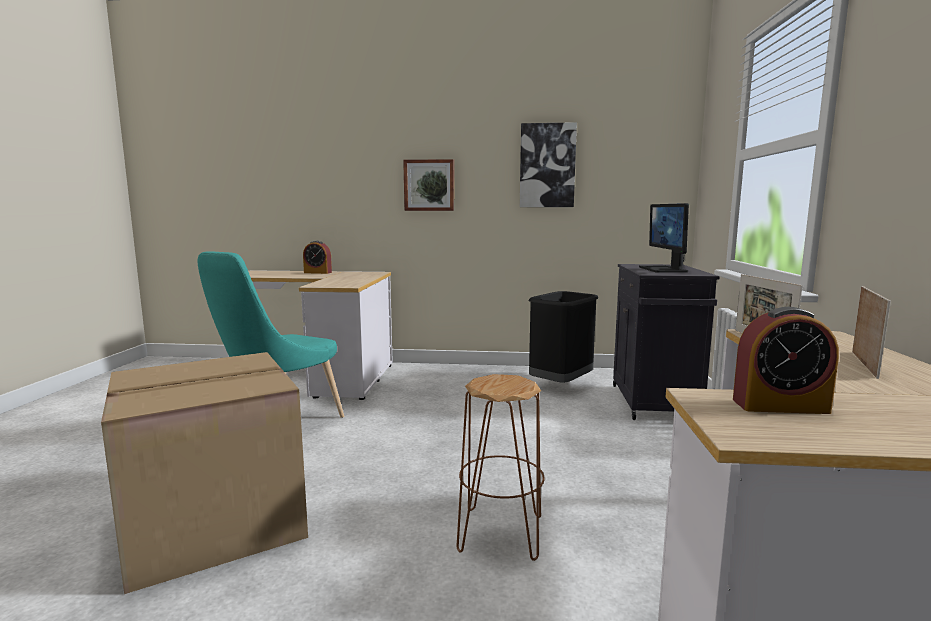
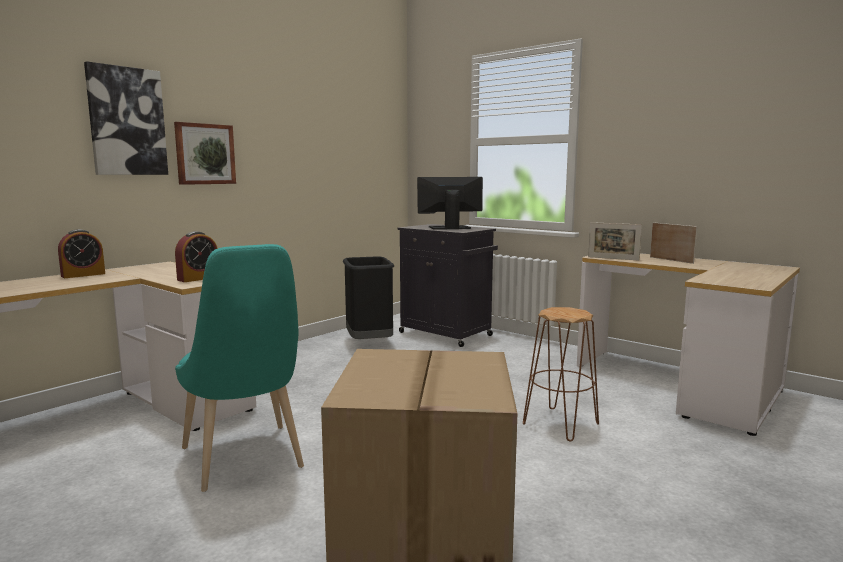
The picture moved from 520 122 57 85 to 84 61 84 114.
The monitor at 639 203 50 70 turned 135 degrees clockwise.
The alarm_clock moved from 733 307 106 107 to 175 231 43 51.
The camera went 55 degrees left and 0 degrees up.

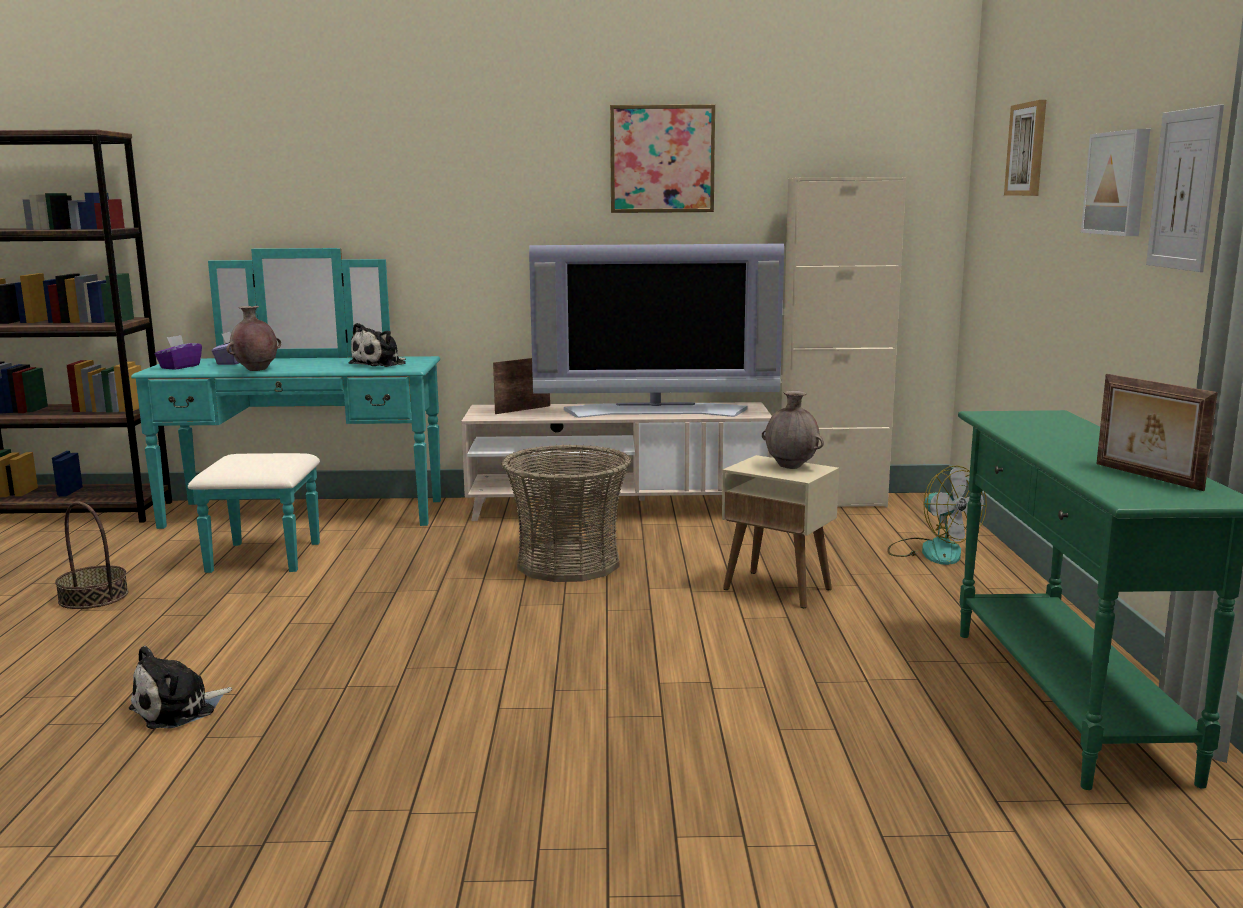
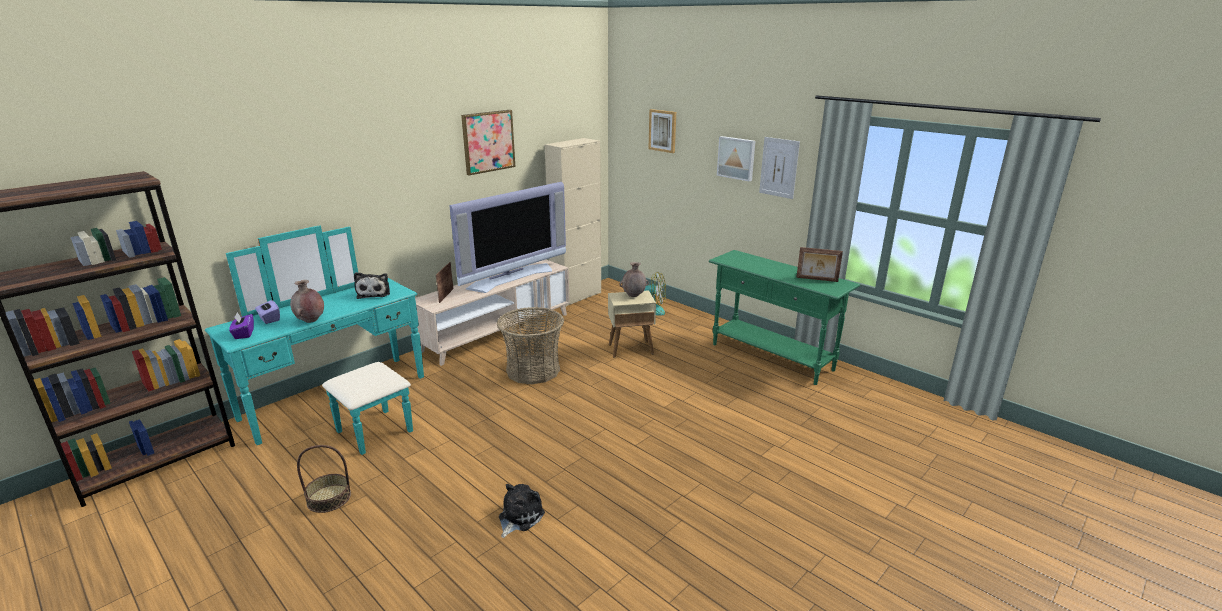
The plush_toy at 129 646 103 83 turned 150 degrees counterclockwise.
The camera went 45 degrees left and 10 degrees up.

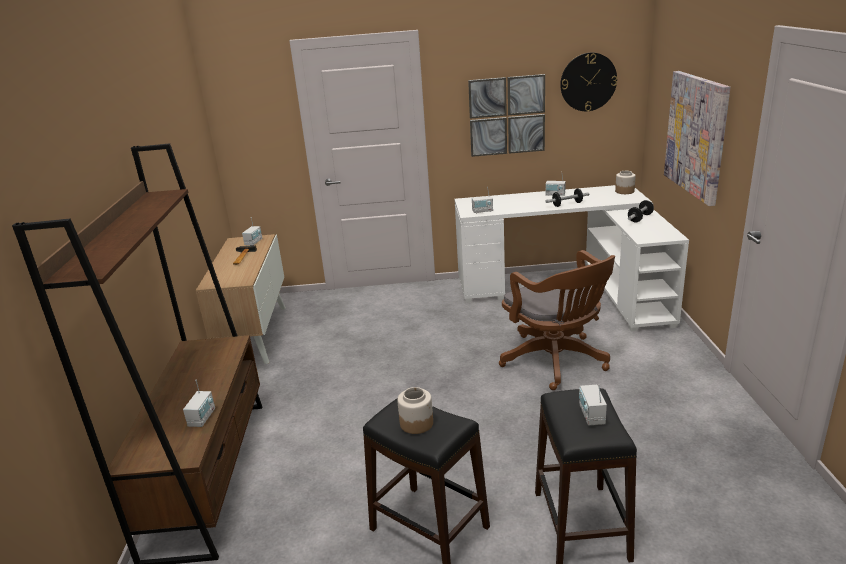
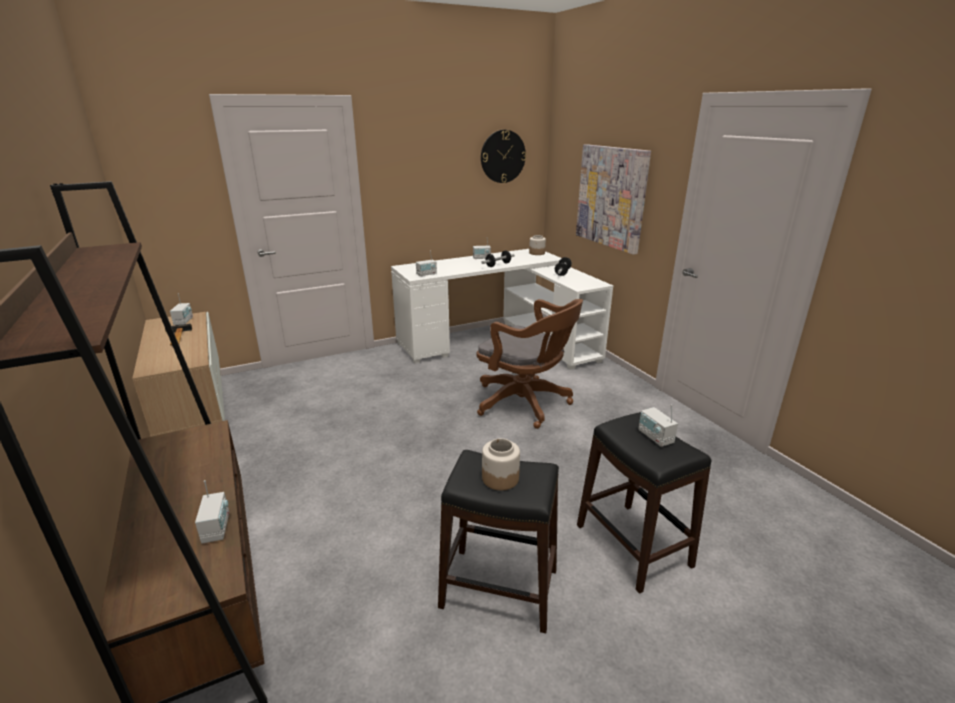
The picture at 468 74 77 83 disappeared.
The camera went 25 degrees left and 0 degrees up.

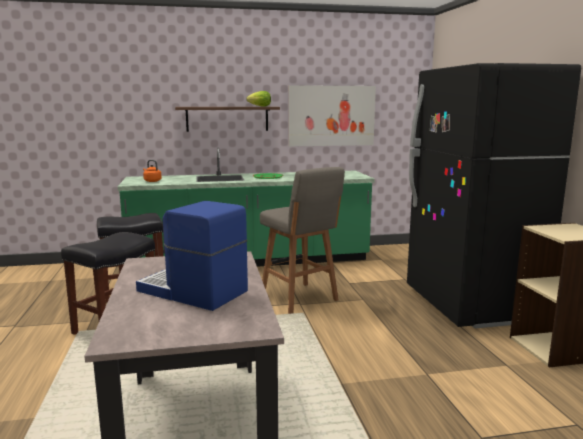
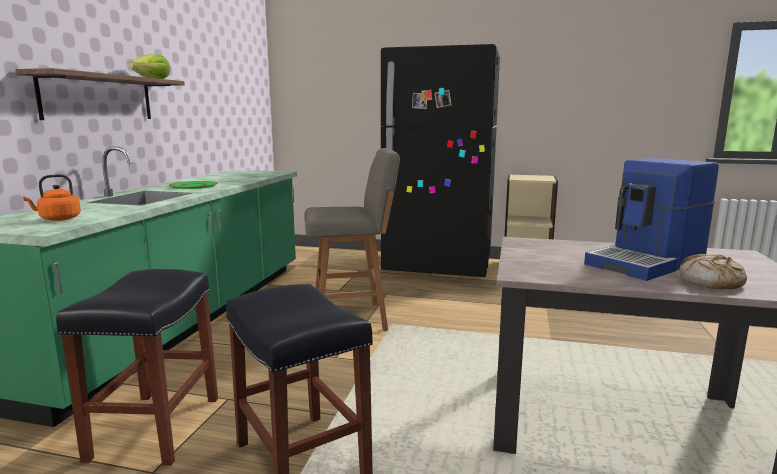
The picture at 289 85 87 62 disappeared.
The bread at 679 254 68 35 appeared.
The camera went 65 degrees left and 0 degrees up.

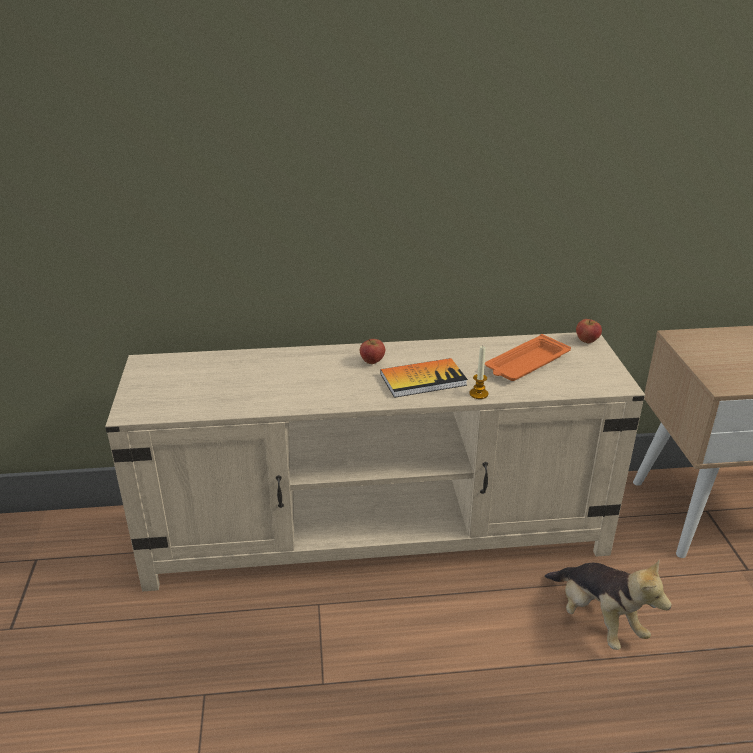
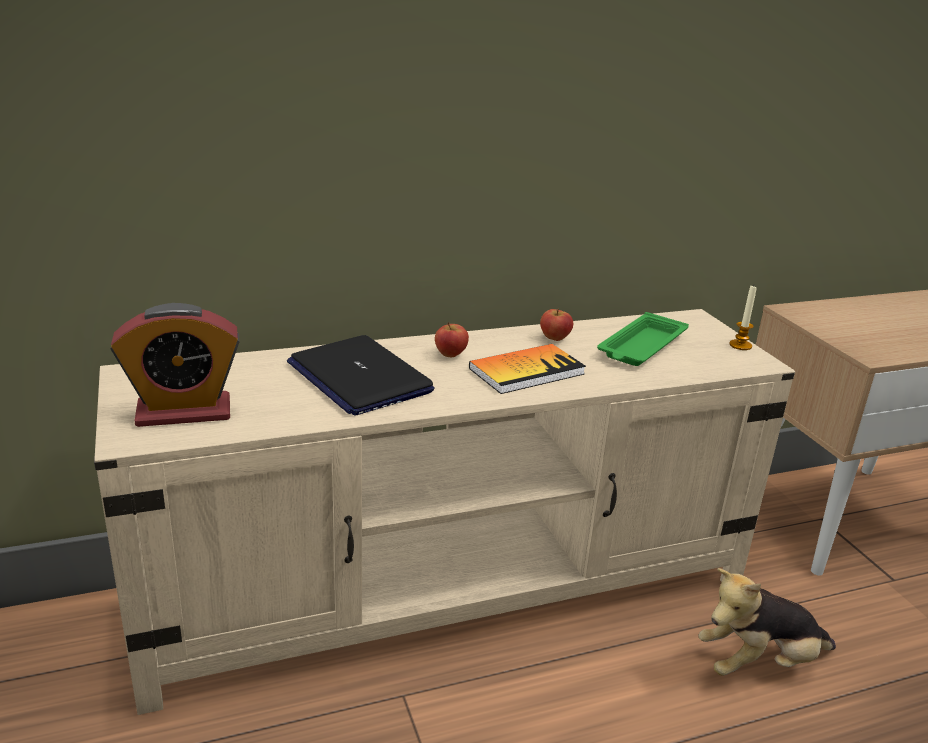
The candle moved from 470 346 18 53 to 729 285 28 65.
The orange_tray at 485 334 86 47 became the green_tray at 597 312 92 54.
The plush_toy at 544 560 128 90 turned 120 degrees clockwise.
The apple moved from 576 319 26 24 to 540 309 33 32.
The alarm_clock at 111 303 128 124 appeared.
The laptop at 287 335 148 81 appeared.
The camera went 15 degrees left and 5 degrees down.

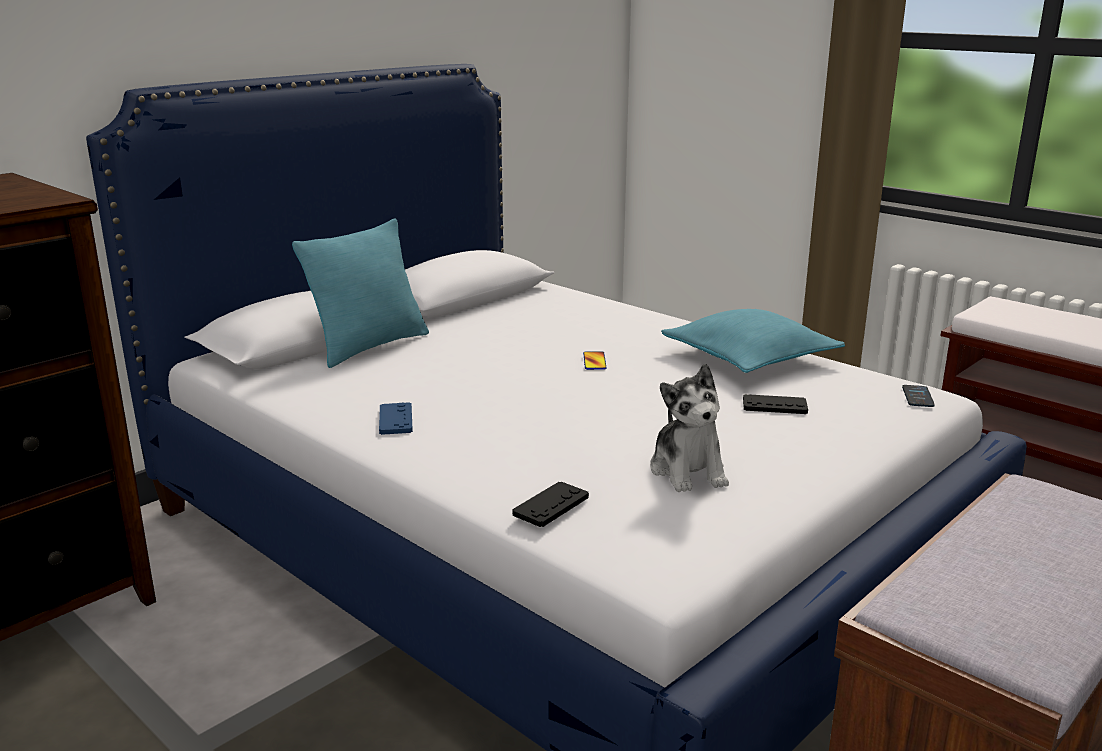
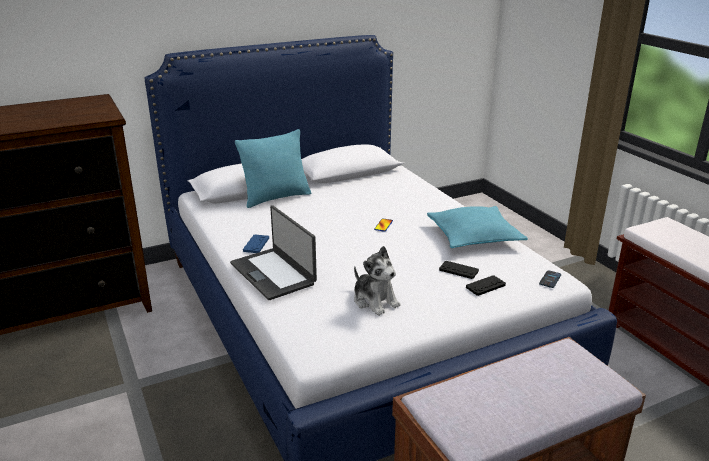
The black_game_controller moved from 512 482 77 45 to 466 275 40 21.
The plush_toy at 650 364 79 128 turned 45 degrees counterclockwise.
The laptop at 230 205 87 95 appeared.
The camera went 20 degrees right and 5 degrees up.

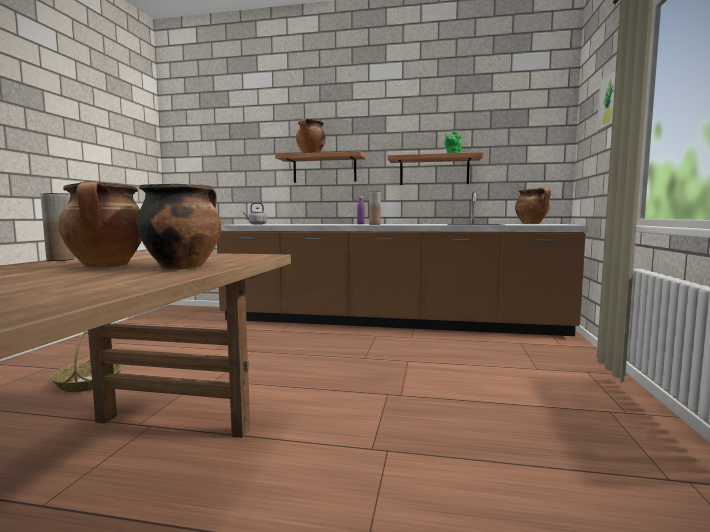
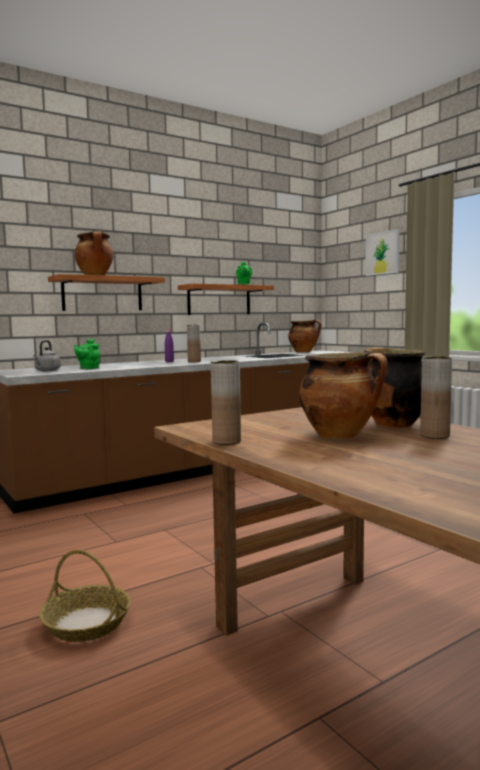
The green_teapot at 74 339 26 30 appeared.
The brown_vase at 420 356 32 83 appeared.
The camera went 45 degrees left and 0 degrees up.

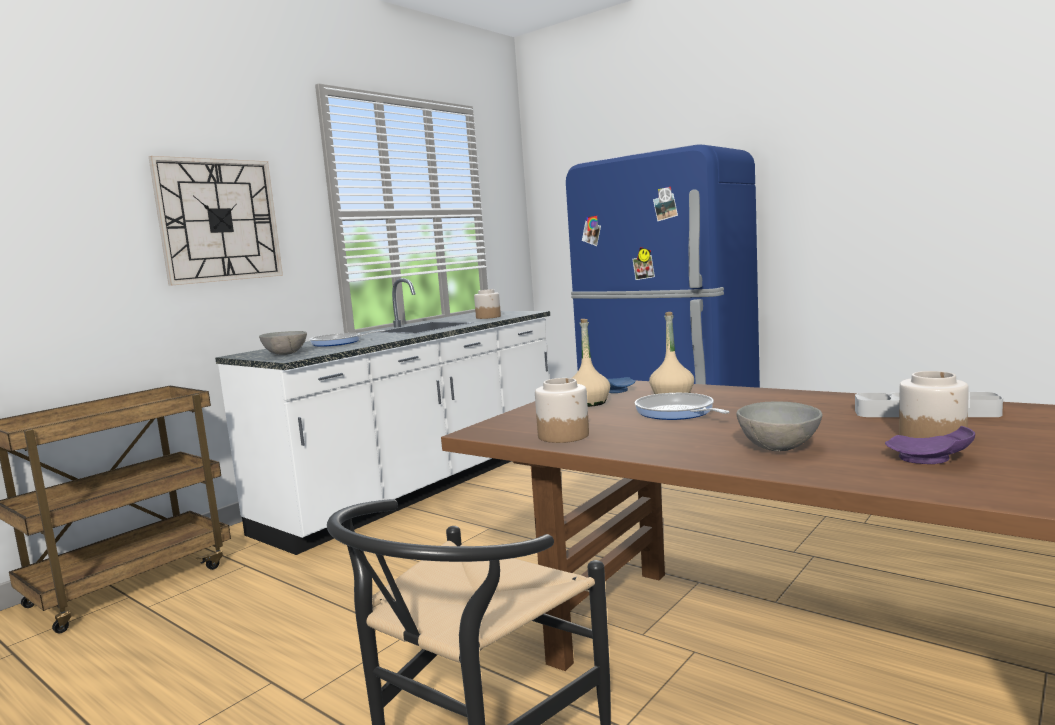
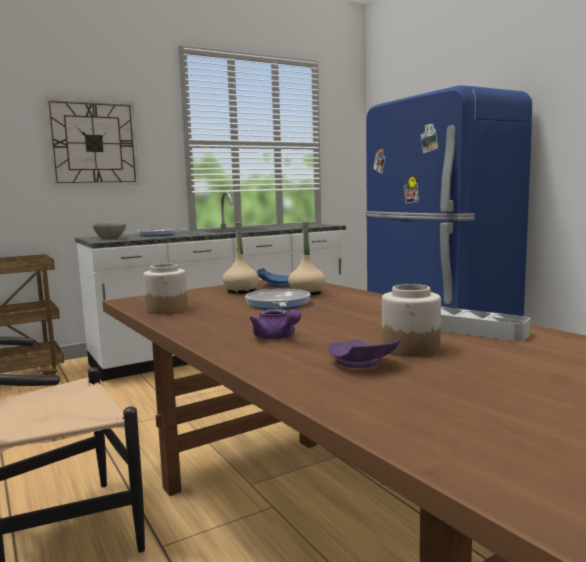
The jar at 474 289 27 30 disappeared.
The grey_bowl at 736 401 86 50 was replaced by the purple_teapot at 250 309 51 31.
The camera went 20 degrees right and 0 degrees up.

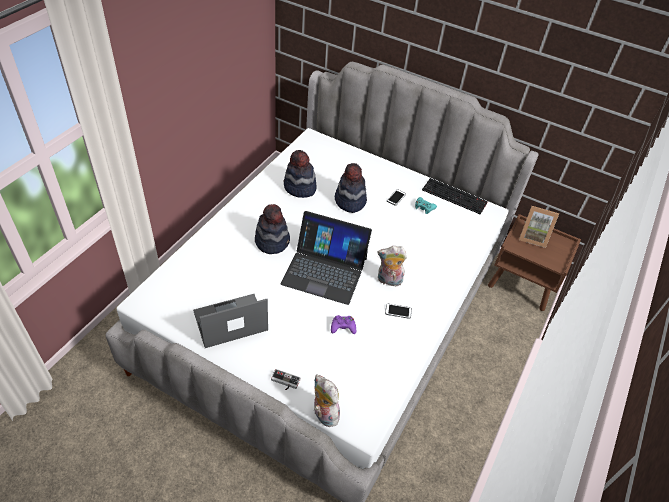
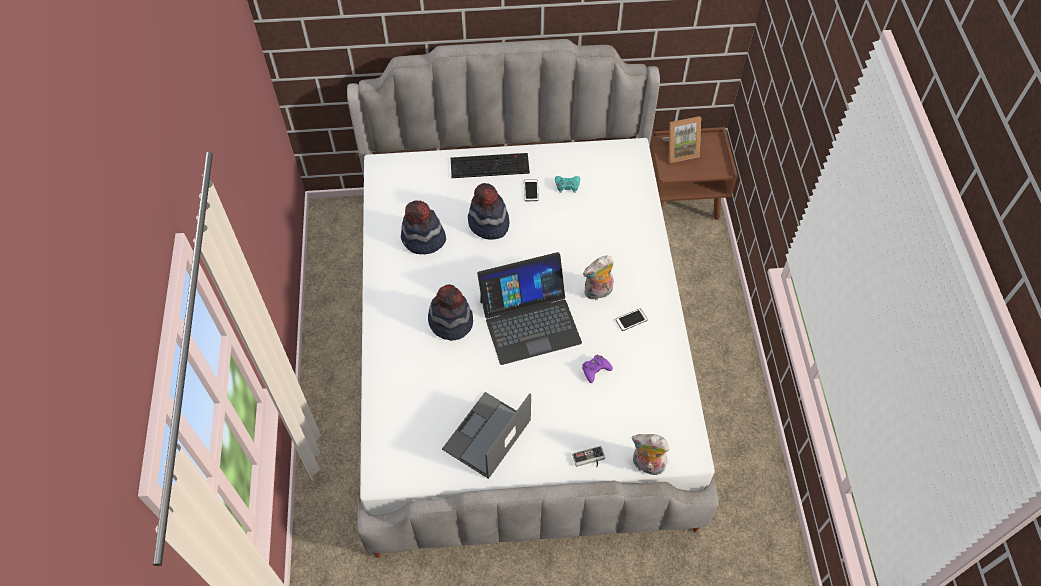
The keyboard moved from 422 178 66 36 to 451 153 79 25.
The camera went 30 degrees left and 10 degrees up.

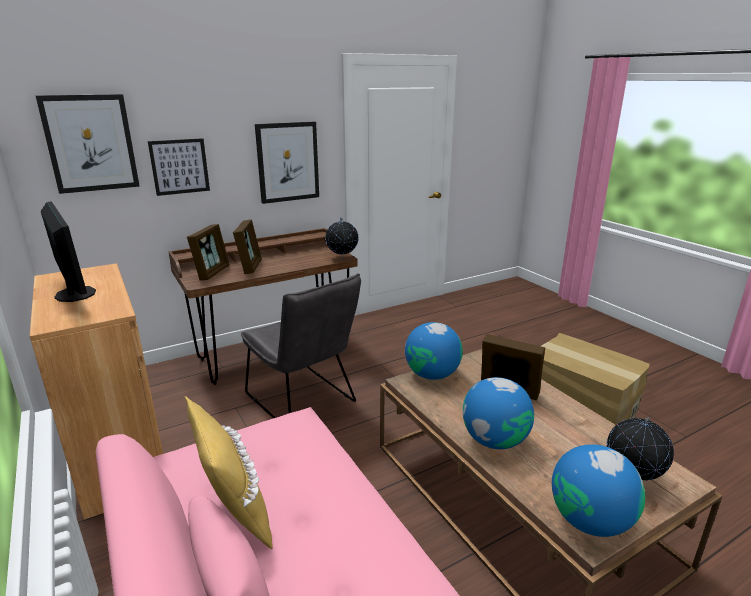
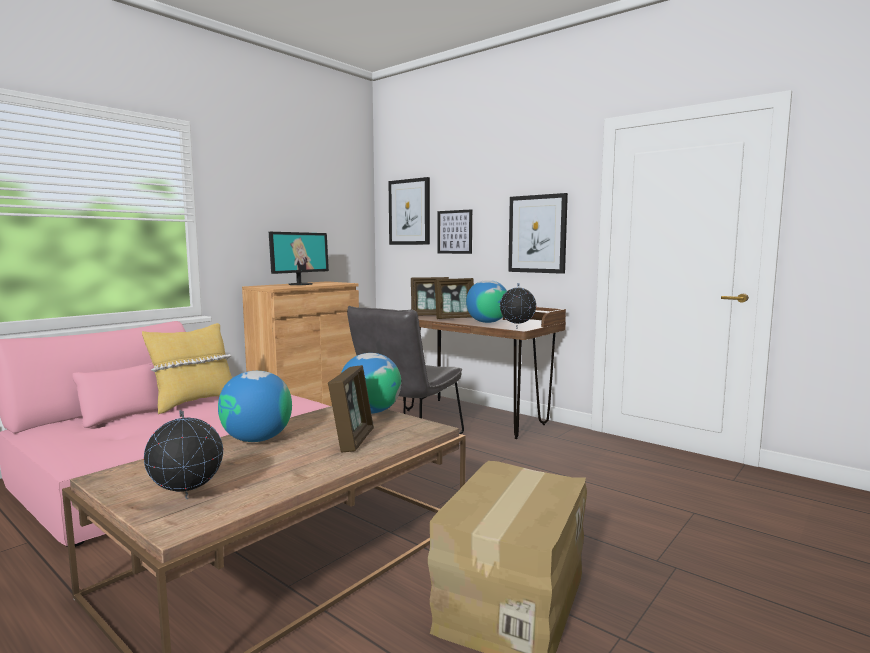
The globe moved from 552 444 93 93 to 466 280 41 43.
The camera went 70 degrees right and 15 degrees down.

